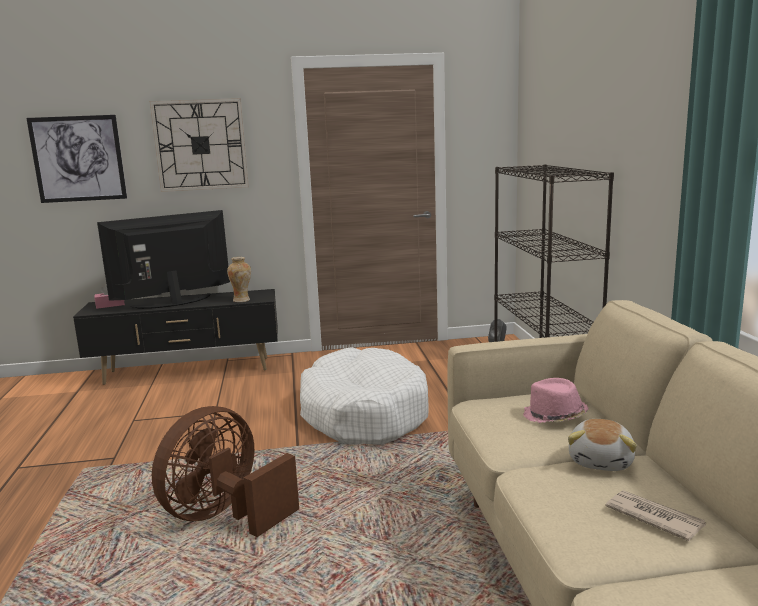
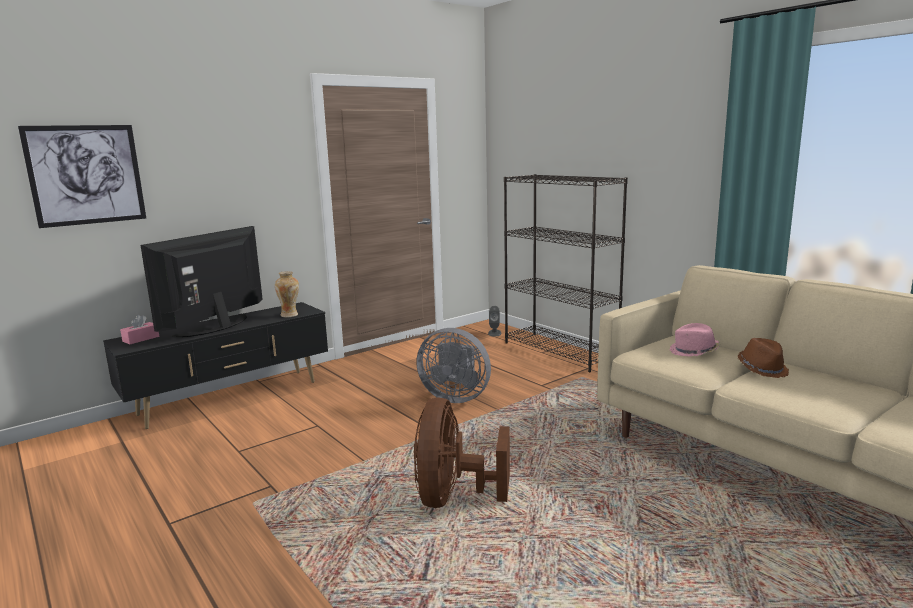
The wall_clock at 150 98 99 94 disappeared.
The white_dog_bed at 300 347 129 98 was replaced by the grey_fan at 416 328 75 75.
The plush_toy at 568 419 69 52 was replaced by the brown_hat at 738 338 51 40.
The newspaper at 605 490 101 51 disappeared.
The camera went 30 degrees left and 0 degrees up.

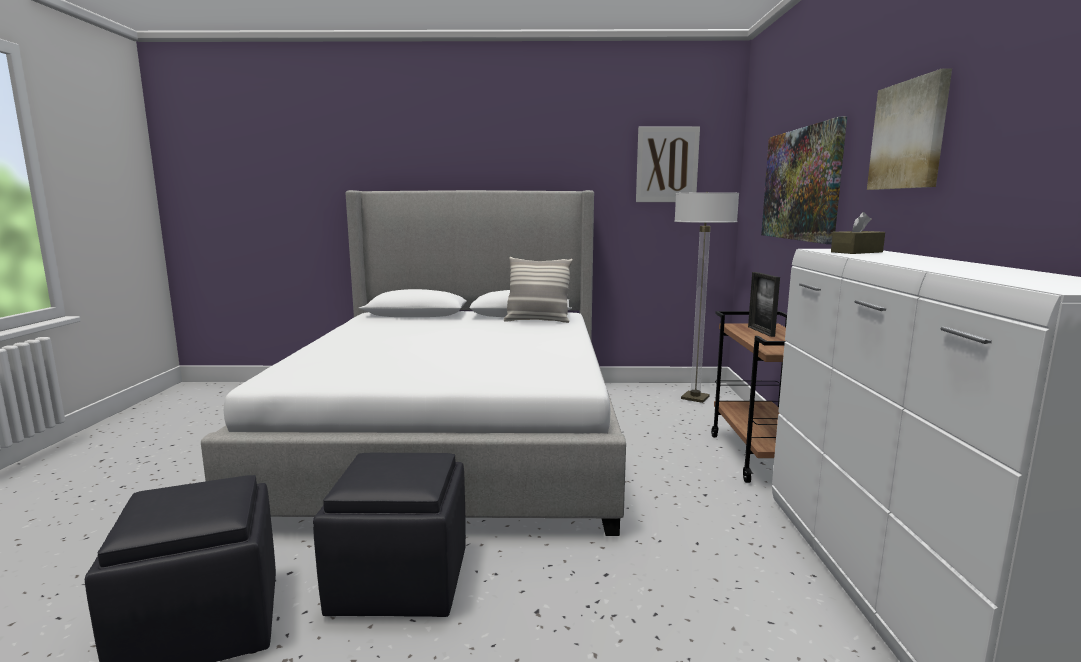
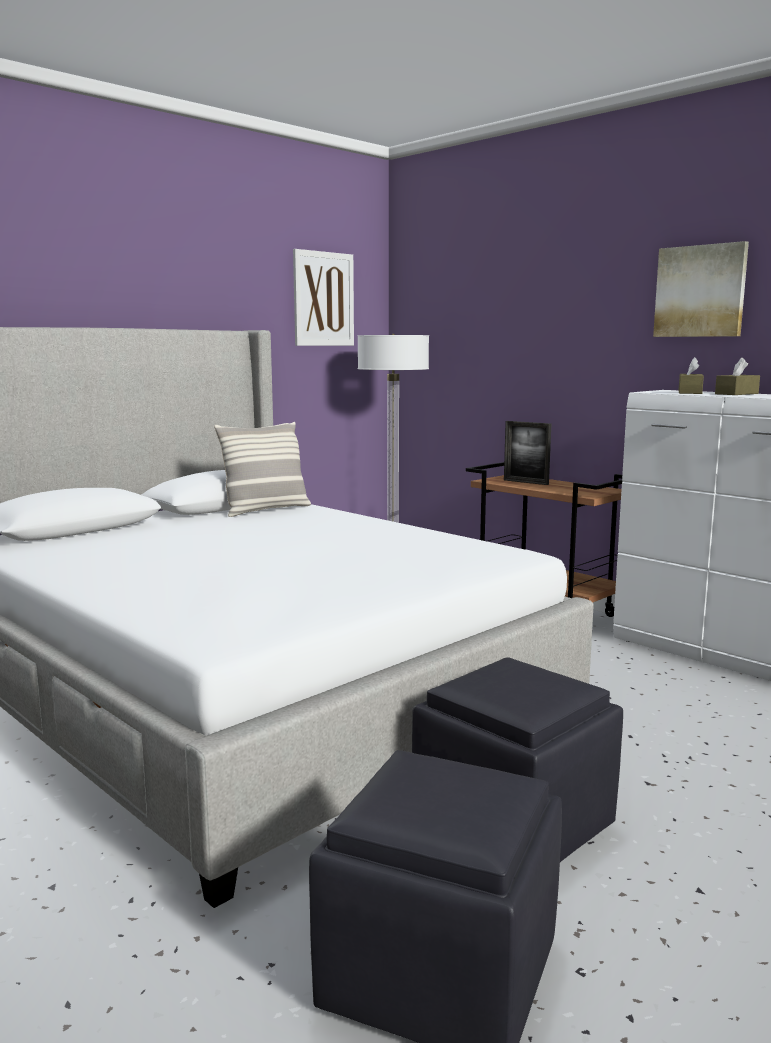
The picture at 761 116 86 128 disappeared.
The brown_tissue_box at 715 357 45 38 appeared.
The camera went 45 degrees left and 0 degrees up.

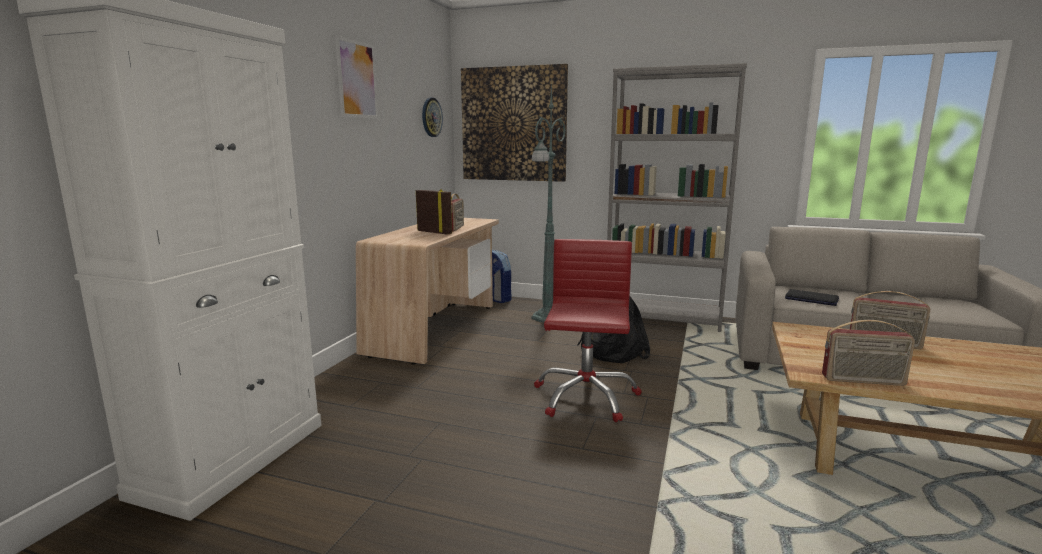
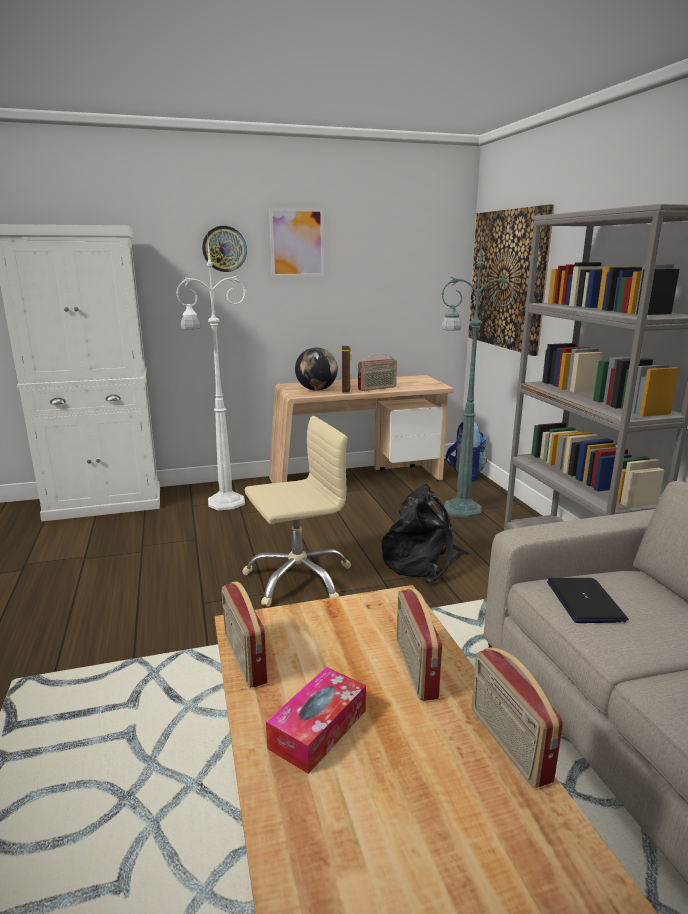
The wall_clock moved from 422 98 21 39 to 202 226 45 46.
The red_office_chair at 534 239 108 183 became the beige_office_chair at 242 416 109 191.
The white_floor_lamp at 176 231 70 279 appeared.
The tissue_box at 266 667 100 107 appeared.
The globe at 295 348 43 43 appeared.
The radio at 472 647 91 141 appeared.
The camera went 55 degrees right and 5 degrees up.

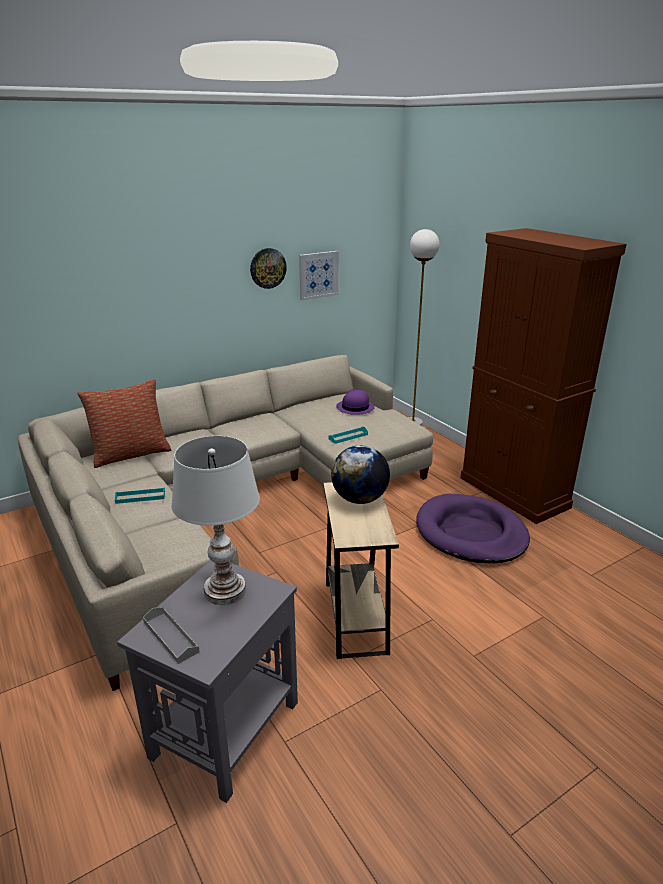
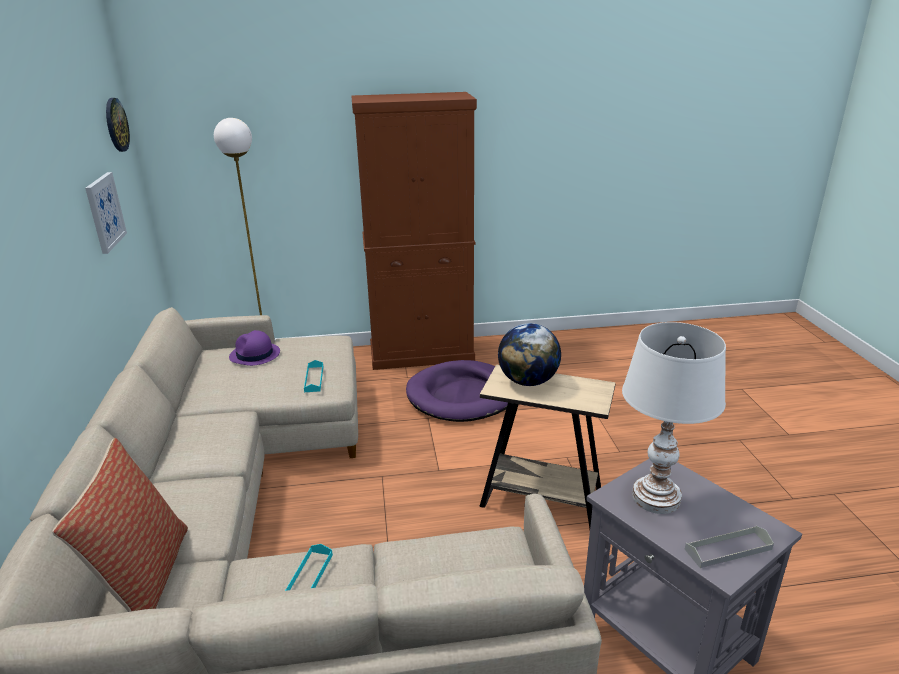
The wall_clock moved from 250 248 37 41 to 106 98 24 54.
The camera went 65 degrees left and 0 degrees up.

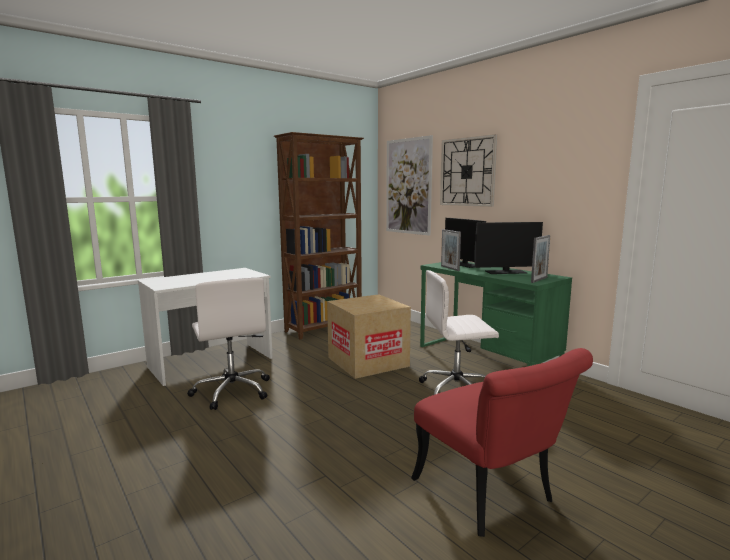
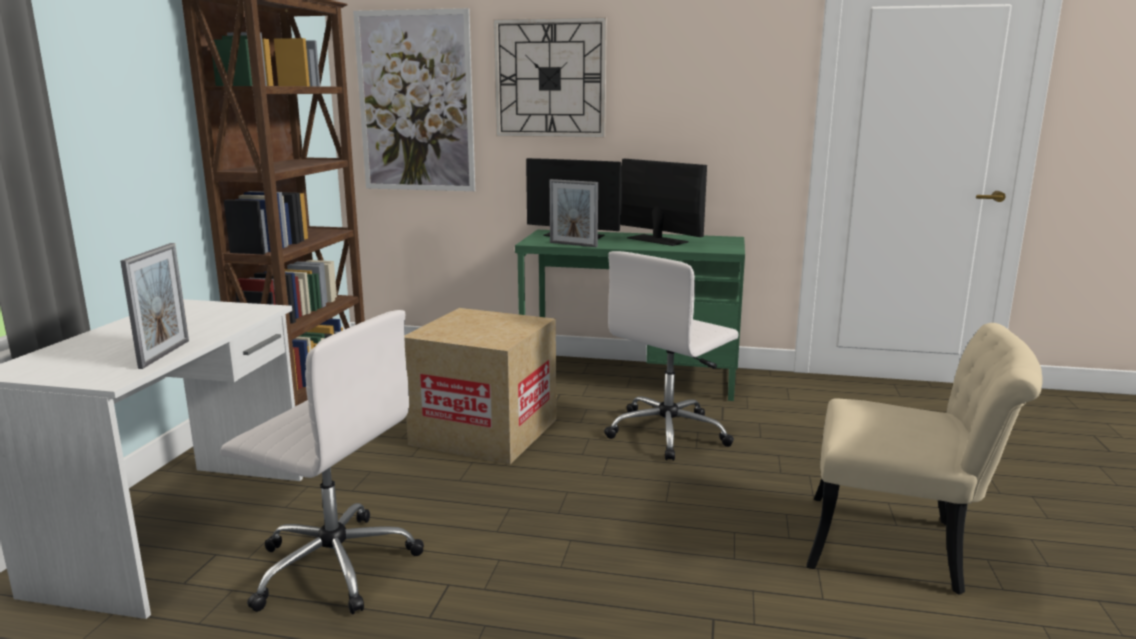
The red_chair at 411 348 182 189 became the beige_chair at 807 323 236 272.
The monitor at 475 222 68 52 turned 90 degrees counterclockwise.
The picture_frame moved from 531 235 19 48 to 120 243 69 126.
The camera went 40 degrees left and 5 degrees up.

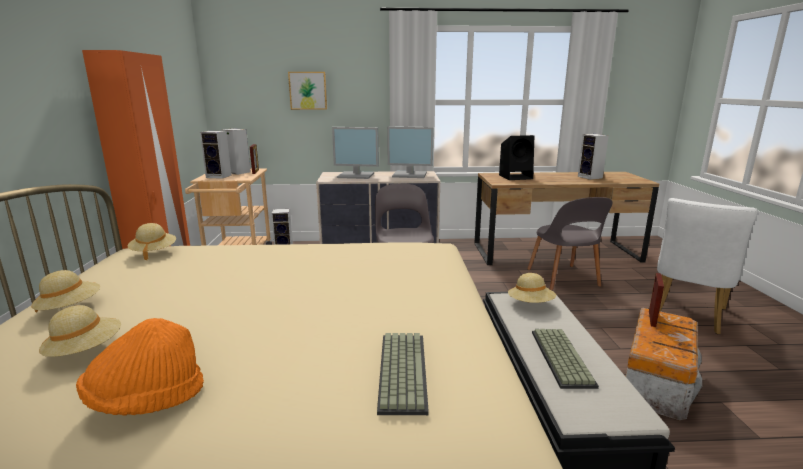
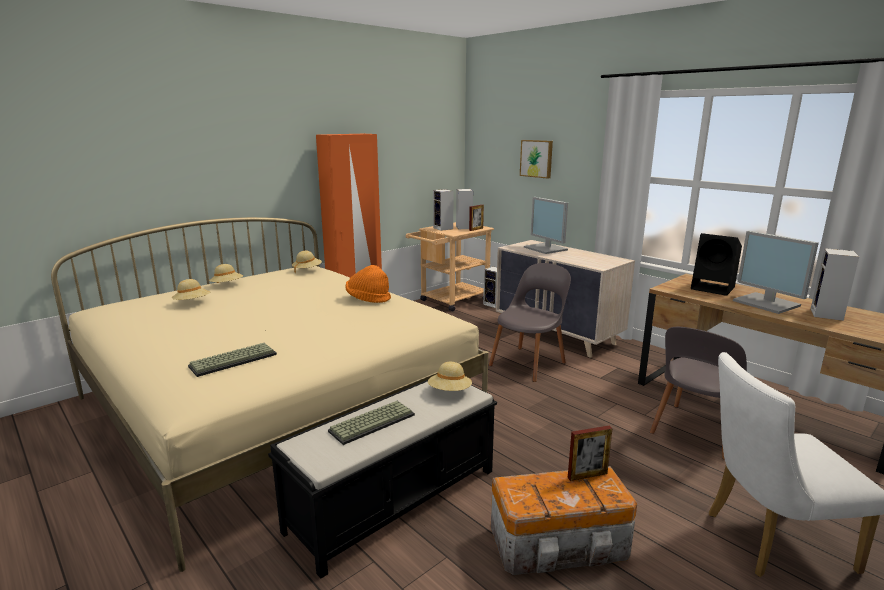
The orange_hat moved from 76 318 128 97 to 345 265 46 38.
The monitor moved from 387 126 47 52 to 733 231 86 83.
The camera went 50 degrees right and 0 degrees up.

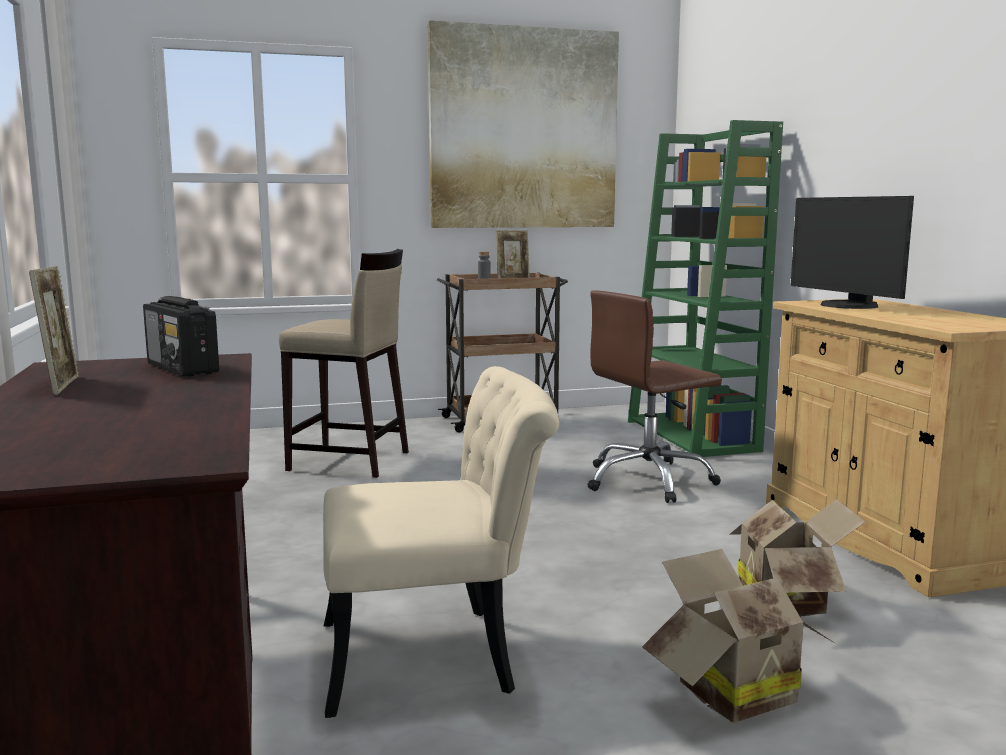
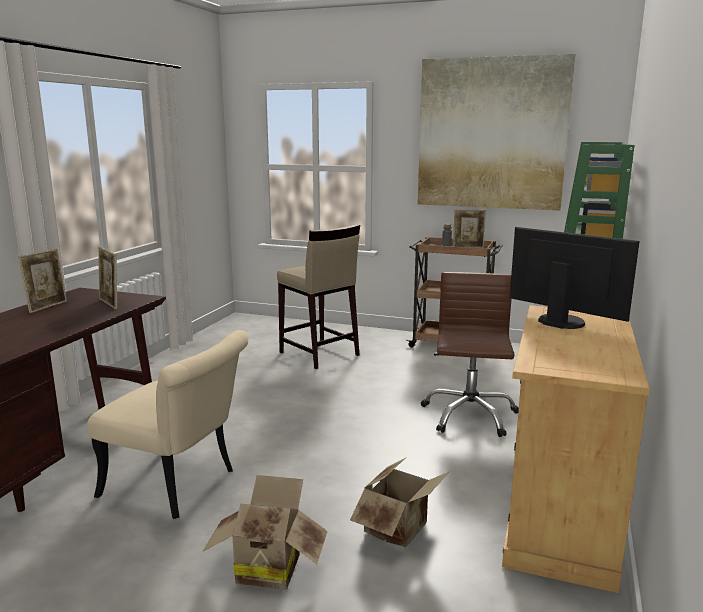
The radio at 143 296 76 80 was replaced by the picture_frame at 98 246 19 63.
The brown_office_chair at 587 290 135 213 turned 90 degrees clockwise.
The monitor at 791 196 123 113 turned 120 degrees clockwise.
The camera went 35 degrees right and 5 degrees up.

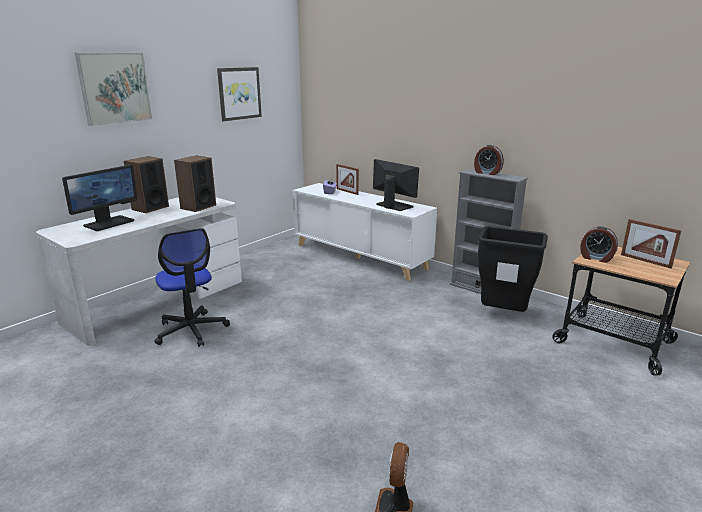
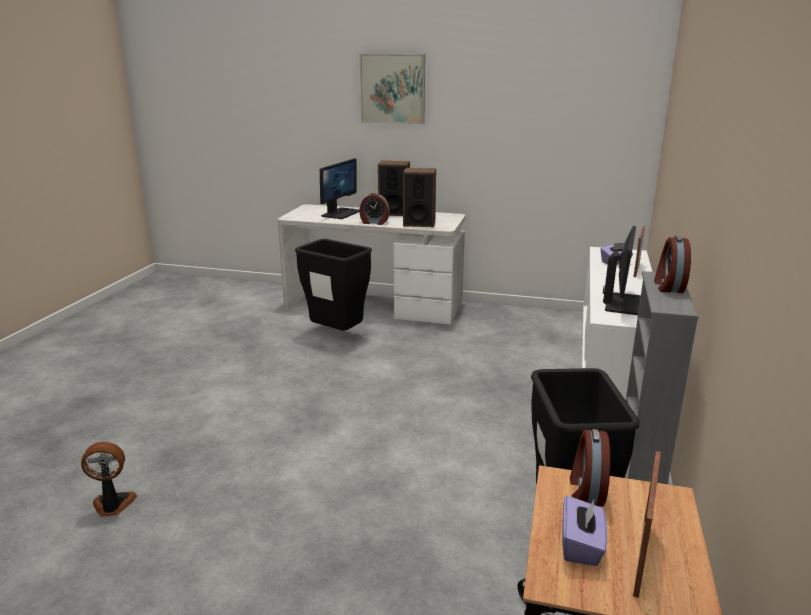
The monitor at 62 165 75 66 turned 75 degrees counterclockwise.
The office_chair at 154 228 76 119 was replaced by the black_trash_can at 295 239 77 92.
The picture at 217 67 45 54 disappeared.
The alarm_clock at 359 193 31 32 appeared.
The purple_tissue_box at 562 496 45 70 appeared.
The camera went 65 degrees right and 0 degrees up.

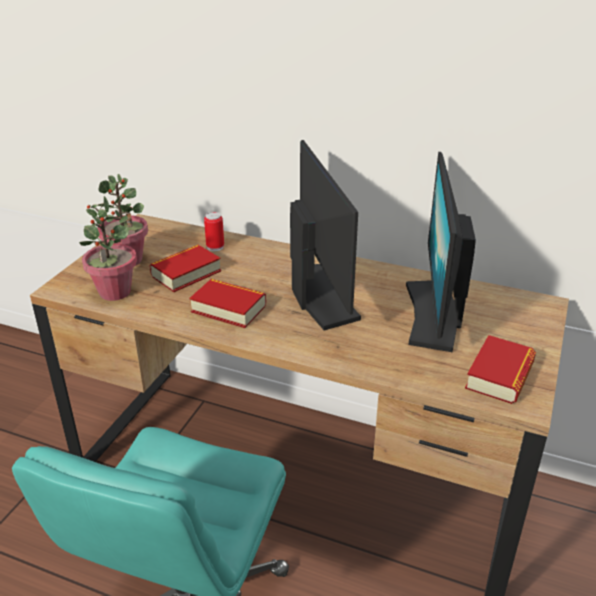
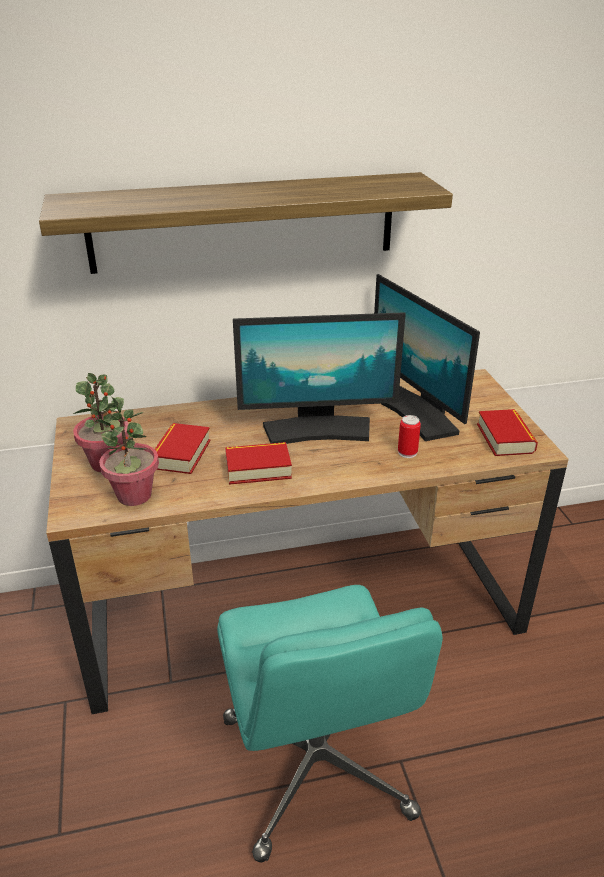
The can moved from 204 212 20 39 to 398 415 23 43.
The monitor at 290 140 71 190 turned 135 degrees clockwise.
The shelf at 39 172 414 102 appeared.
The camera went 35 degrees left and 0 degrees up.

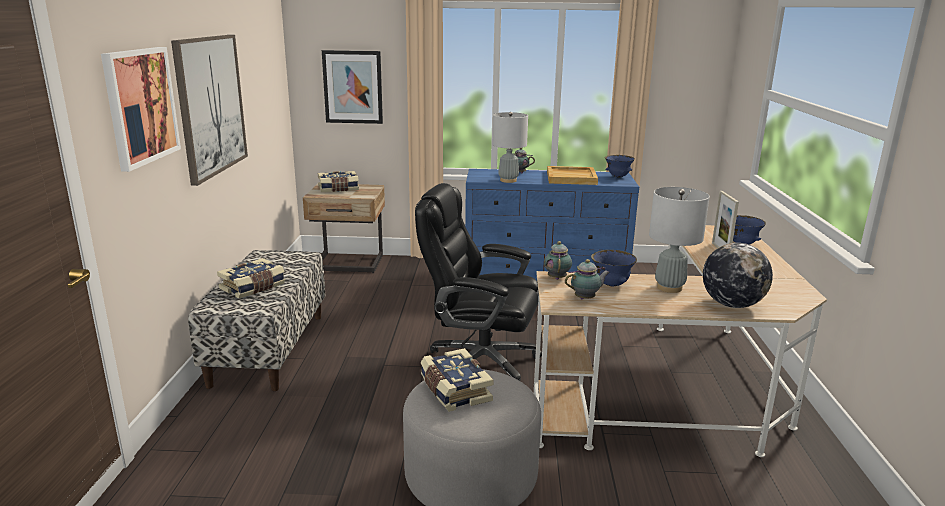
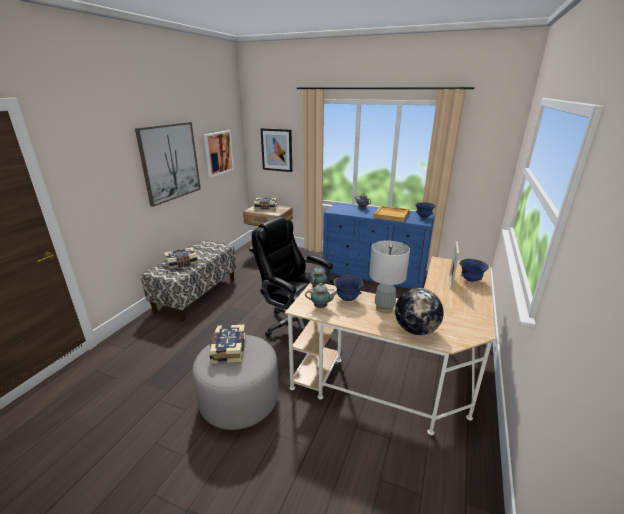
The picture moved from 101 47 80 125 to 203 130 31 47.
The grey_table_lamp at 492 112 36 71 disappeared.
The camera went 20 degrees right and 5 degrees up.

